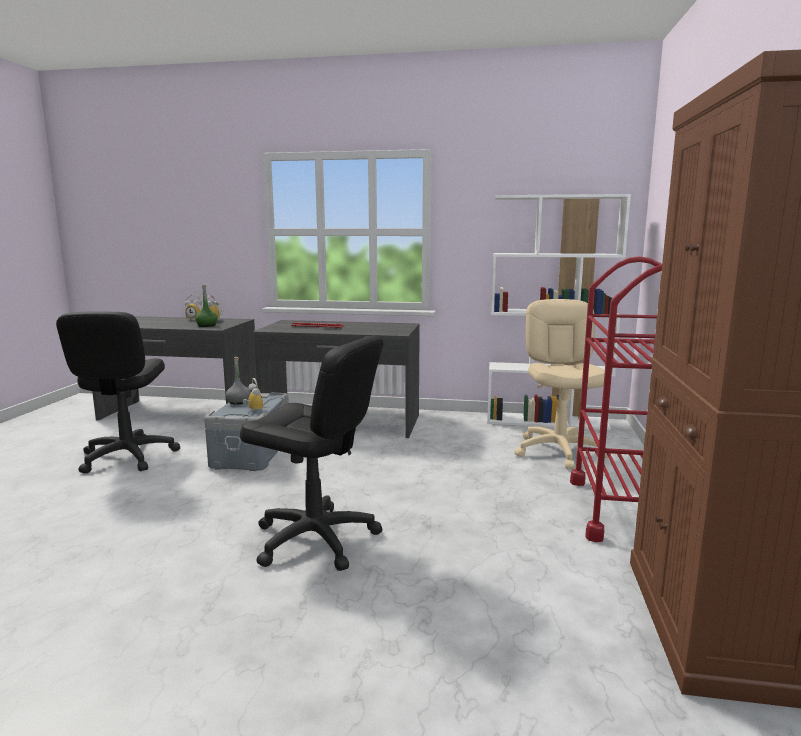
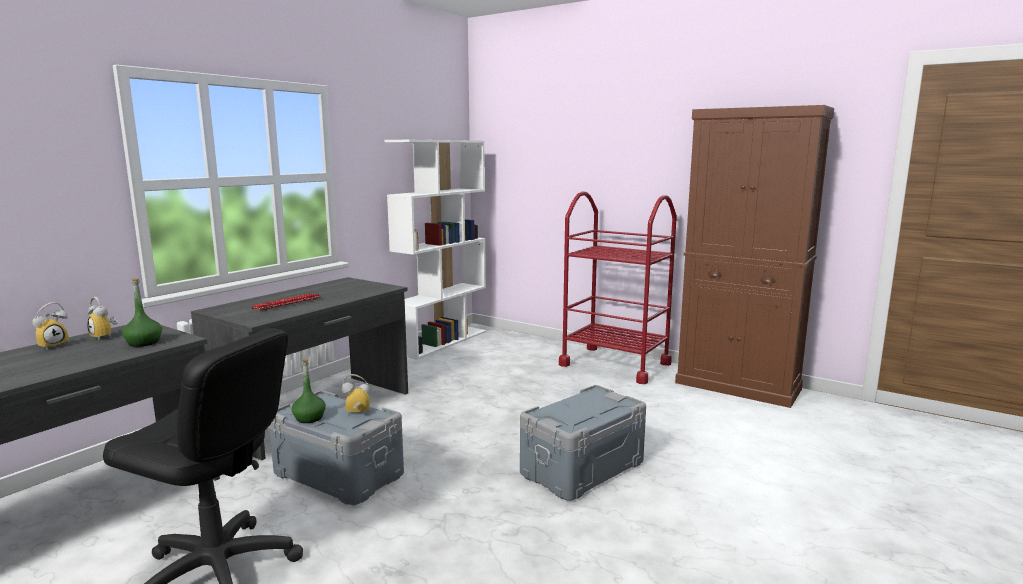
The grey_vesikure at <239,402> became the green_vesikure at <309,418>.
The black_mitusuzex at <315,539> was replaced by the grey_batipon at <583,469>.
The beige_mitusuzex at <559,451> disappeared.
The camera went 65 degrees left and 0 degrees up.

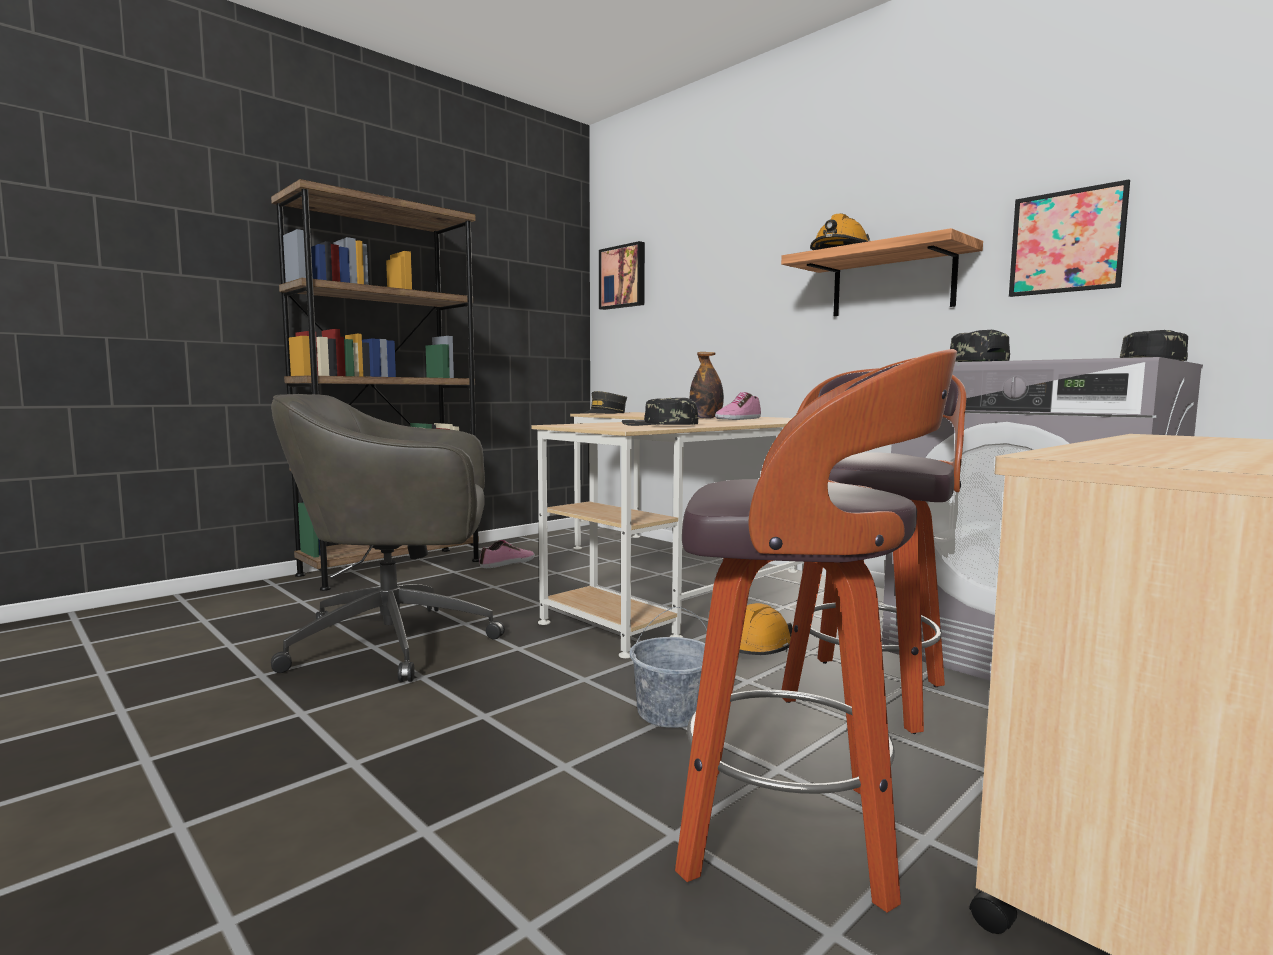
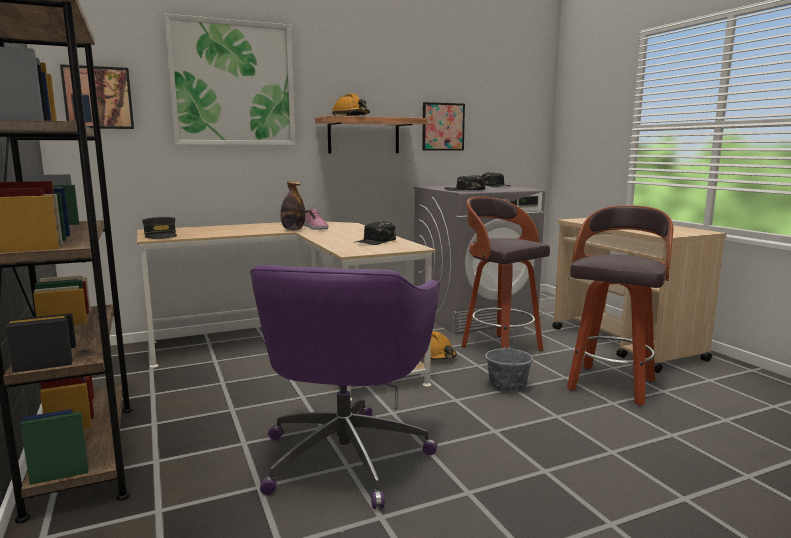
The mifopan at <233,84> appeared.
The grey_mitusuzex at <399,642> became the purple_mitusuzex at <347,454>.
The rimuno at <508,563> disappeared.
The camera went 70 degrees left and 5 degrees up.

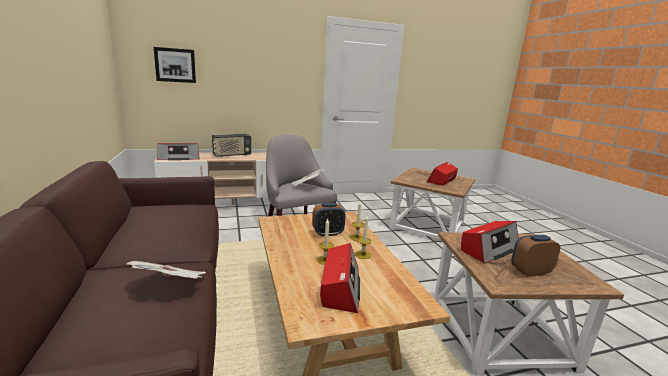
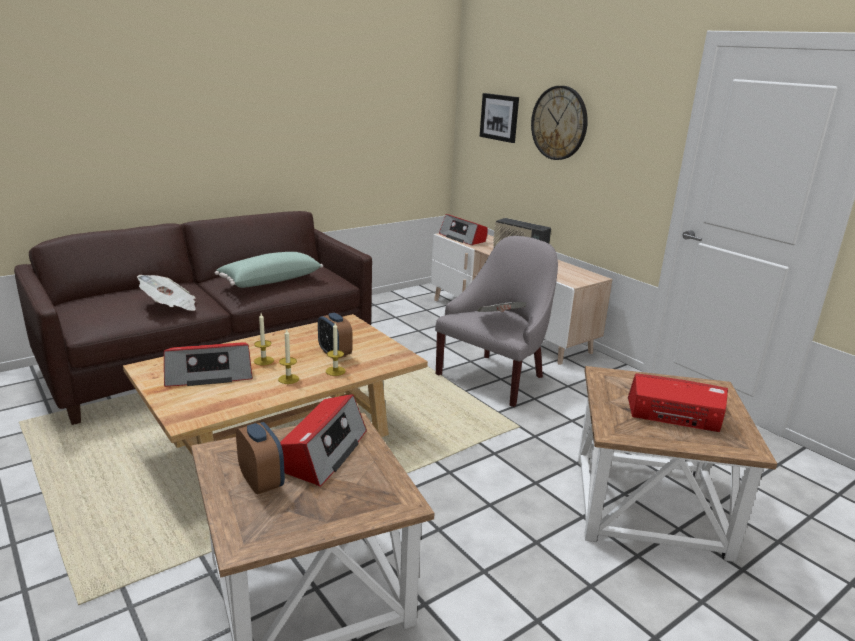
The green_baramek at <270,280> appeared.
The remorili at <489,249> turned 105 degrees counterclockwise.
The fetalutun at <559,123> appeared.
The camera went 70 degrees right and 5 degrees up.

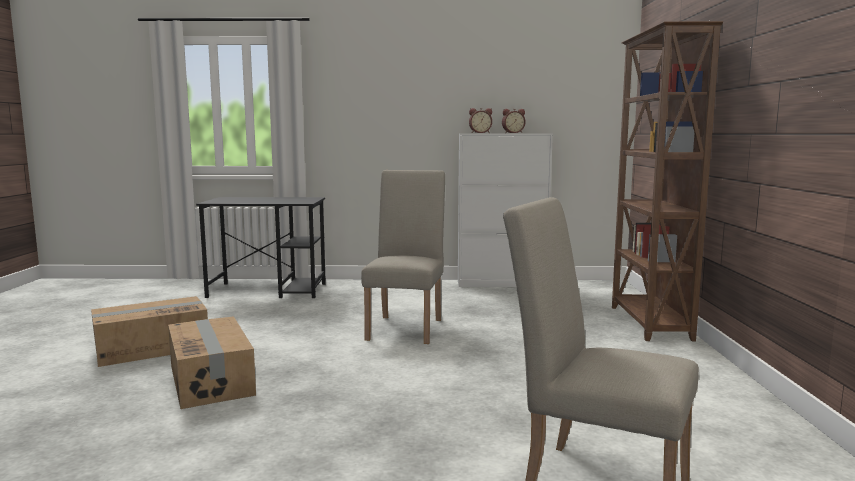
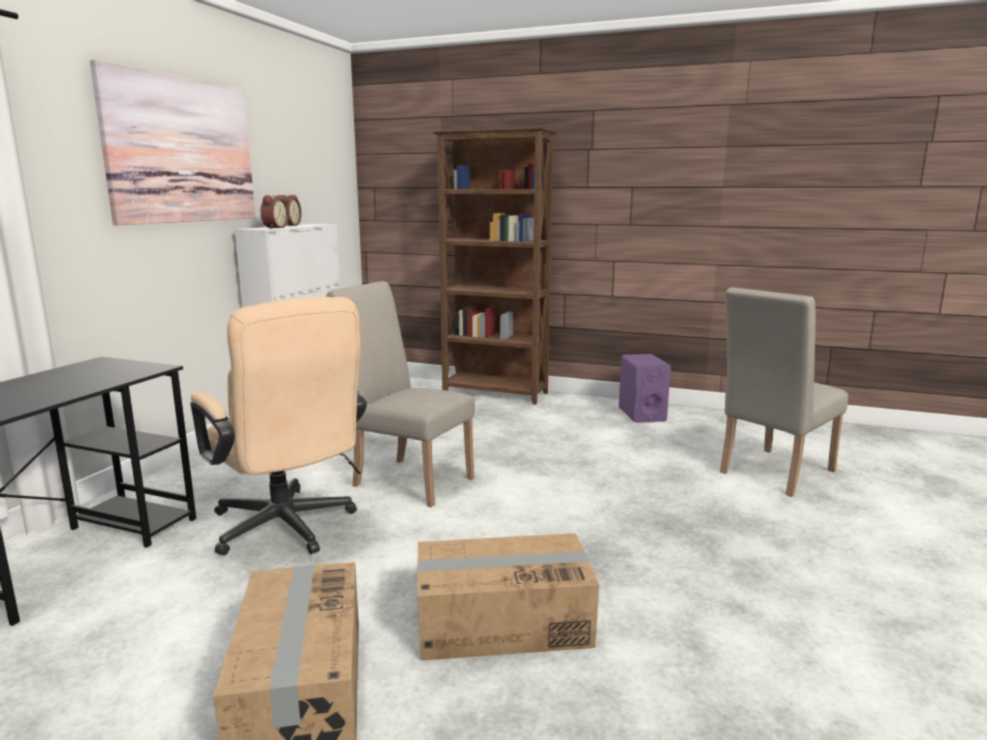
The mifopan at <182,150> appeared.
The beige_mitusuzex at <288,530> appeared.
The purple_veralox at <641,414> appeared.
The camera went 70 degrees left and 5 degrees up.

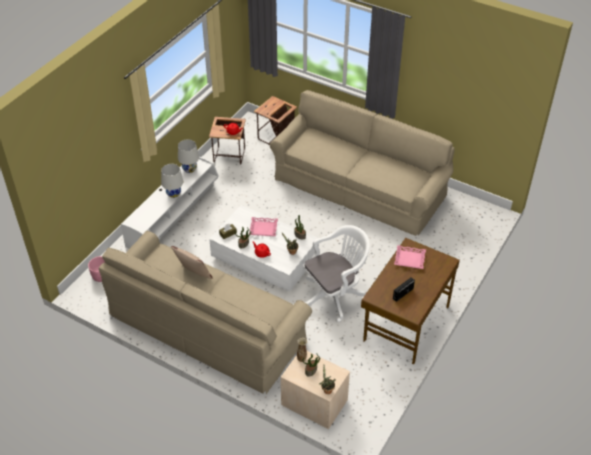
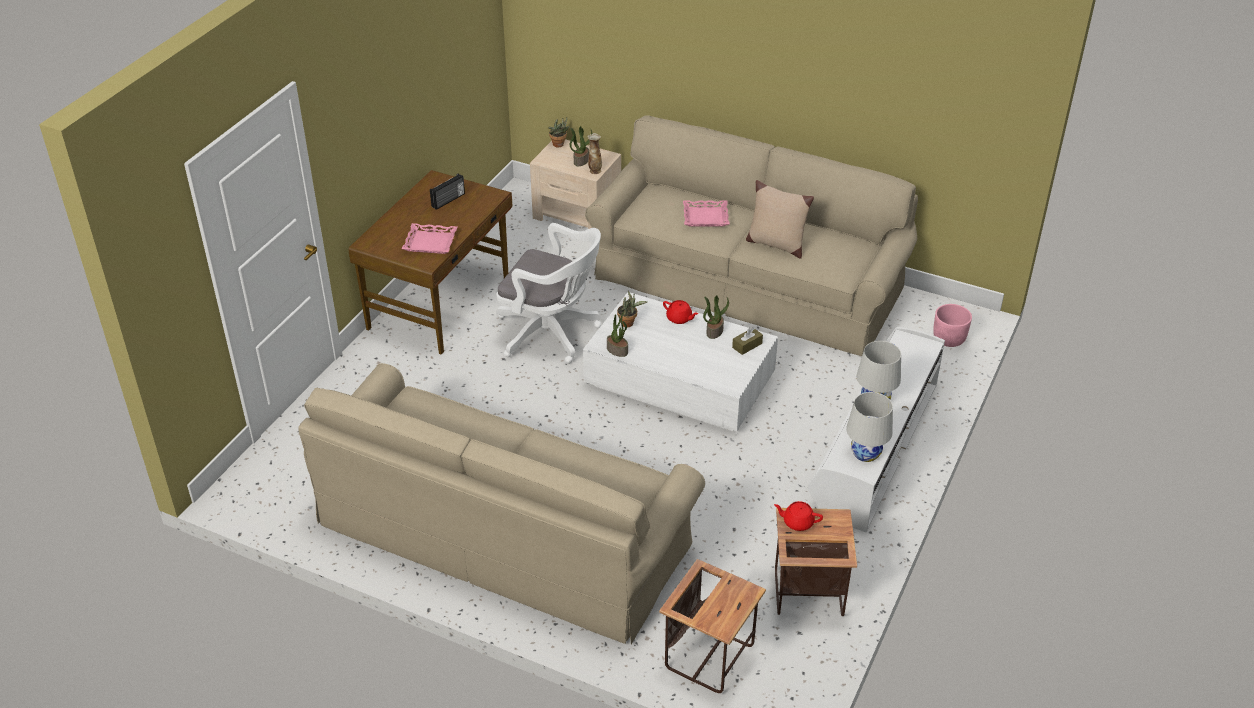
The white_mitusuzex at <335,295> turned 120 degrees counterclockwise.
The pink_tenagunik moved from <263,229> to <705,217>.
The camera went 175 degrees right and 5 degrees down.

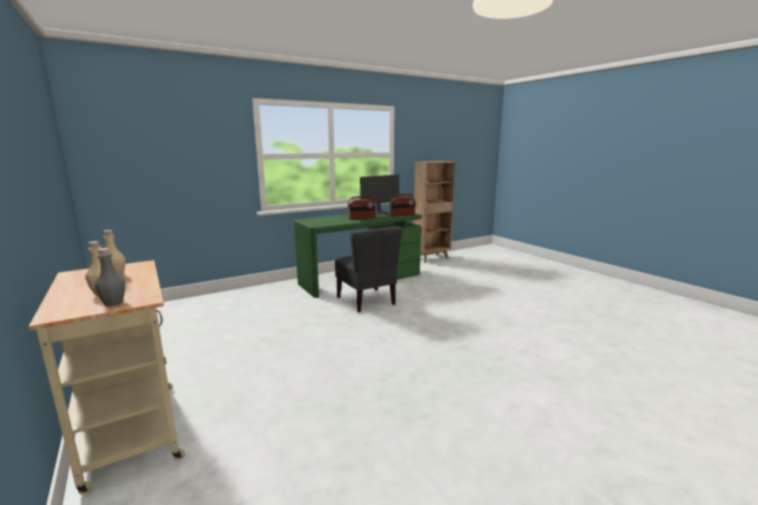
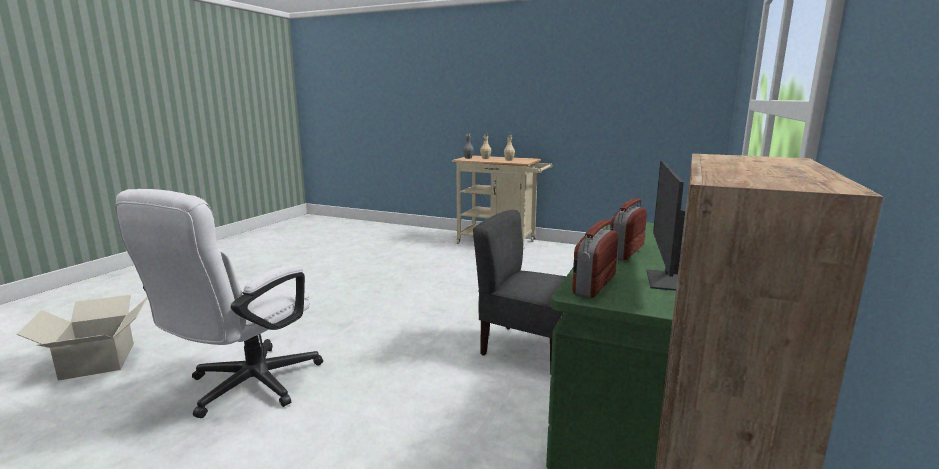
The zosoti at <97,361> appeared.
The white_mitusuzex at <244,388> appeared.
The camera went 145 degrees right and 0 degrees up.

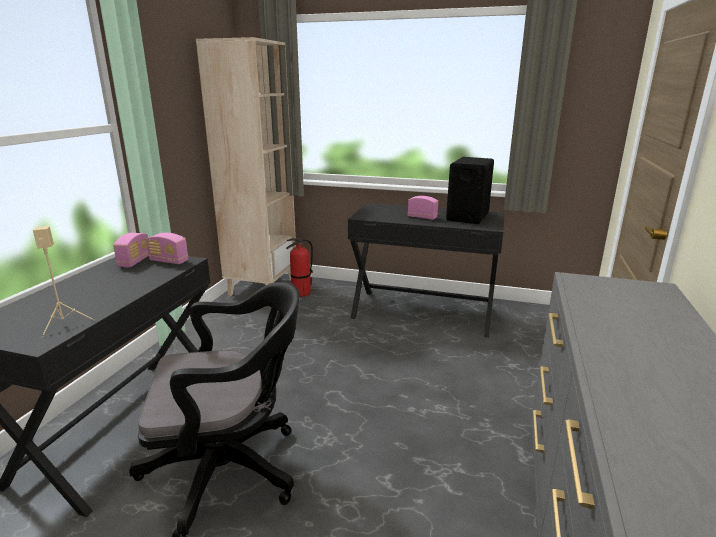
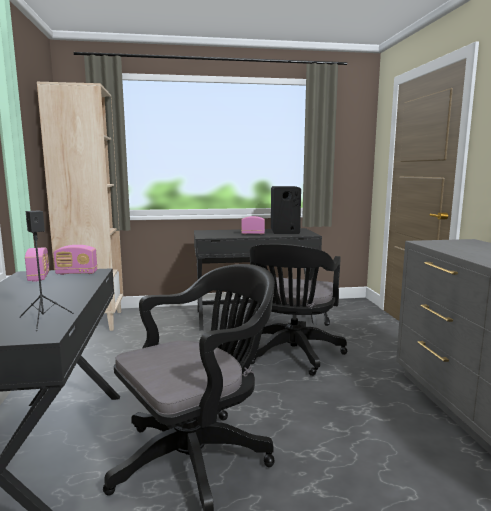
The beige_veralox at <63,324> became the black_veralox at <43,320>.
The black_mitusuzex at <292,355> appeared.
The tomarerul at <301,293> disappeared.
The camera went 25 degrees left and 10 degrees down.

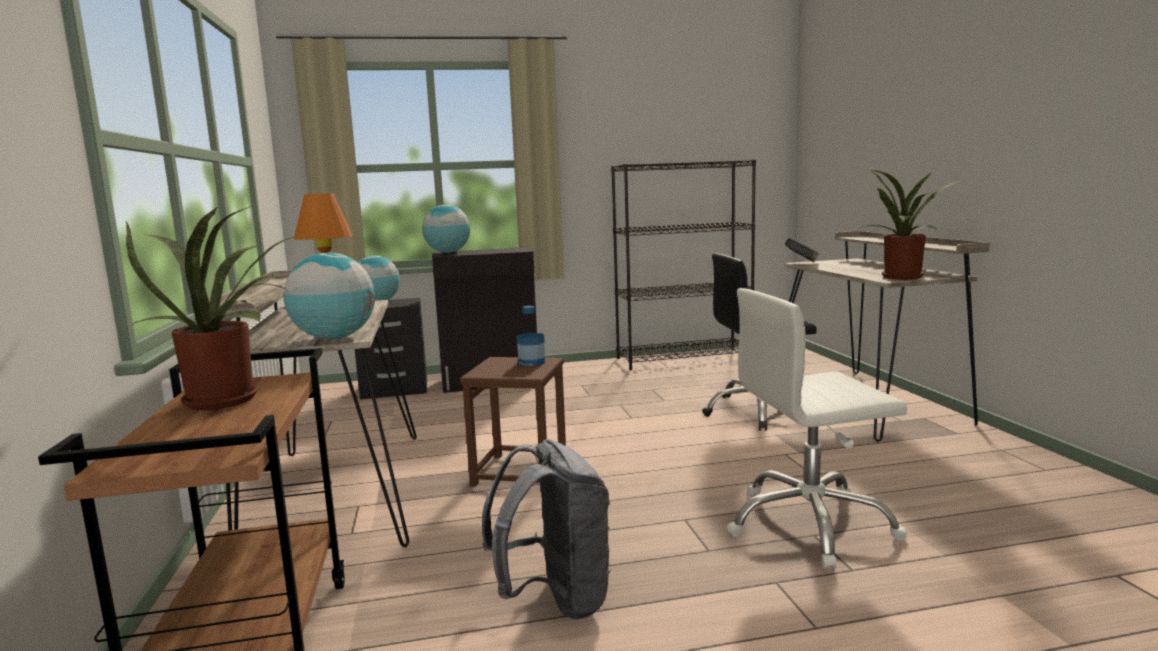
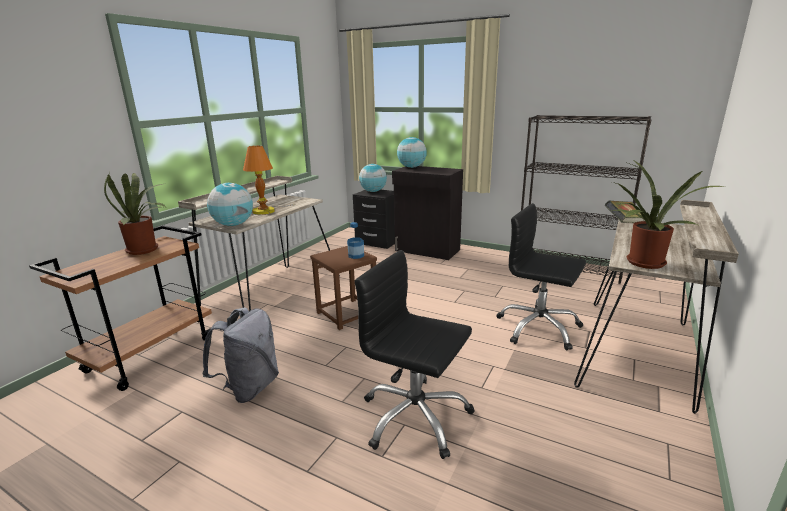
The white_mitusuzex at <810,524> became the black_mitusuzex at <415,417>.
The camera went 40 degrees right and 10 degrees up.

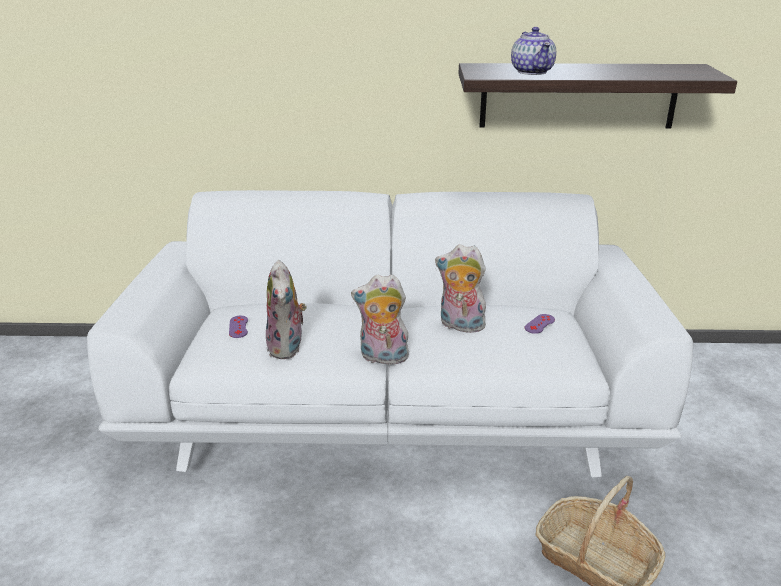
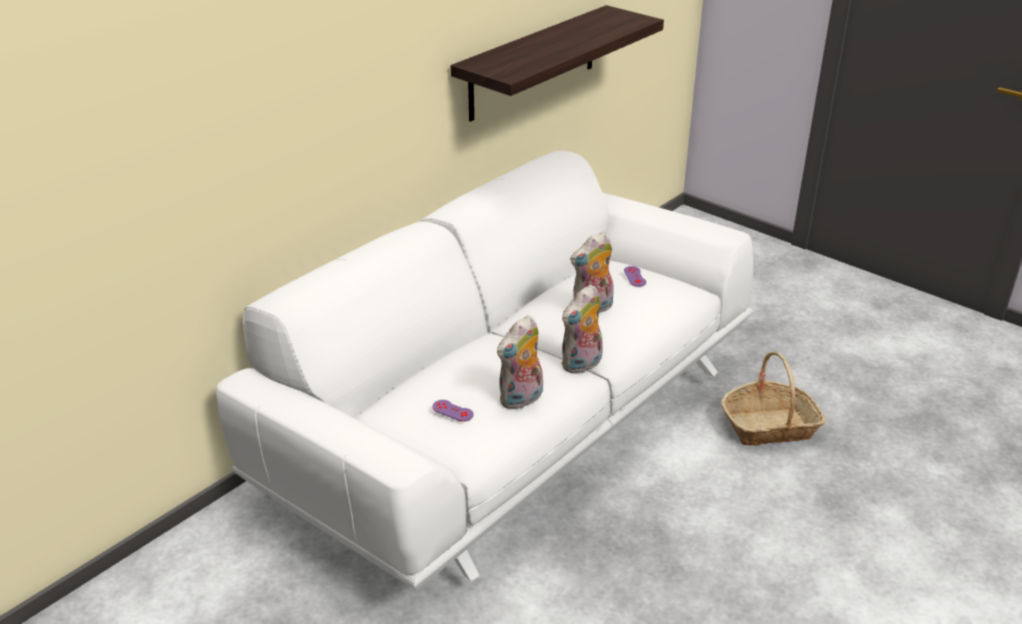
The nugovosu at <288,348> turned 105 degrees clockwise.
The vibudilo at <532,71> disappeared.
The camera went 50 degrees left and 5 degrees up.

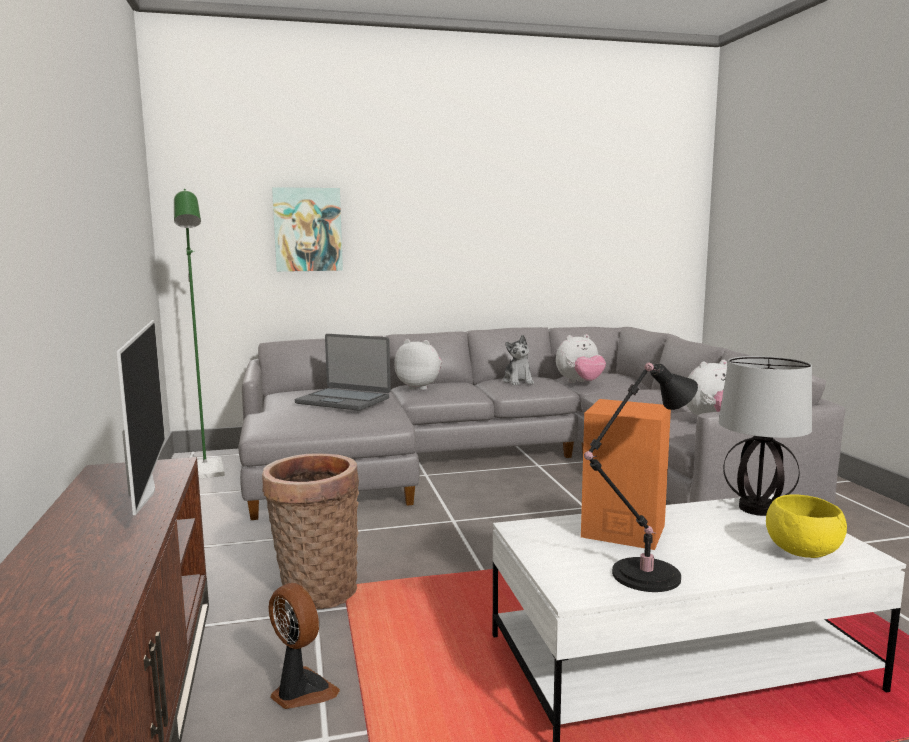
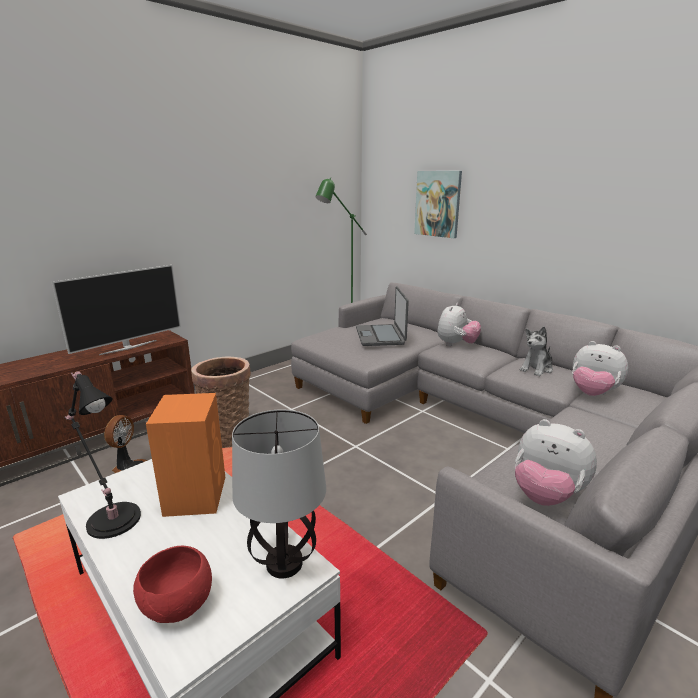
The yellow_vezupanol at <803,552> became the red_vezupanol at <179,606>.
The nugovosu at <420,387> turned 45 degrees clockwise.
The camera went 60 degrees right and 10 degrees up.

